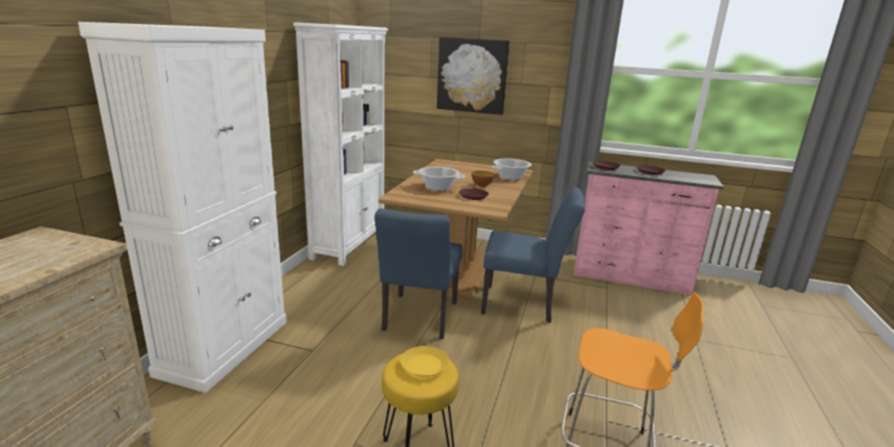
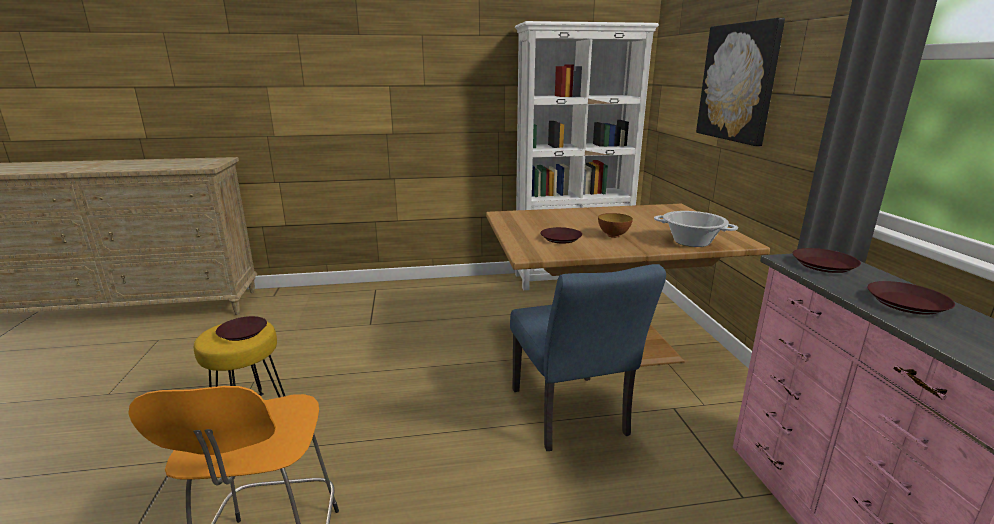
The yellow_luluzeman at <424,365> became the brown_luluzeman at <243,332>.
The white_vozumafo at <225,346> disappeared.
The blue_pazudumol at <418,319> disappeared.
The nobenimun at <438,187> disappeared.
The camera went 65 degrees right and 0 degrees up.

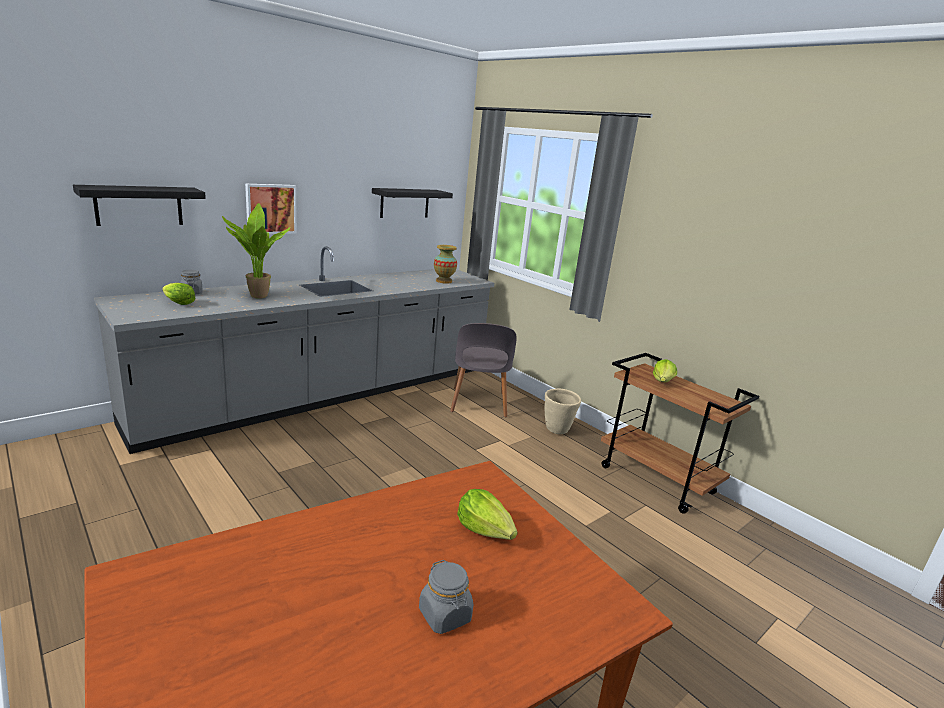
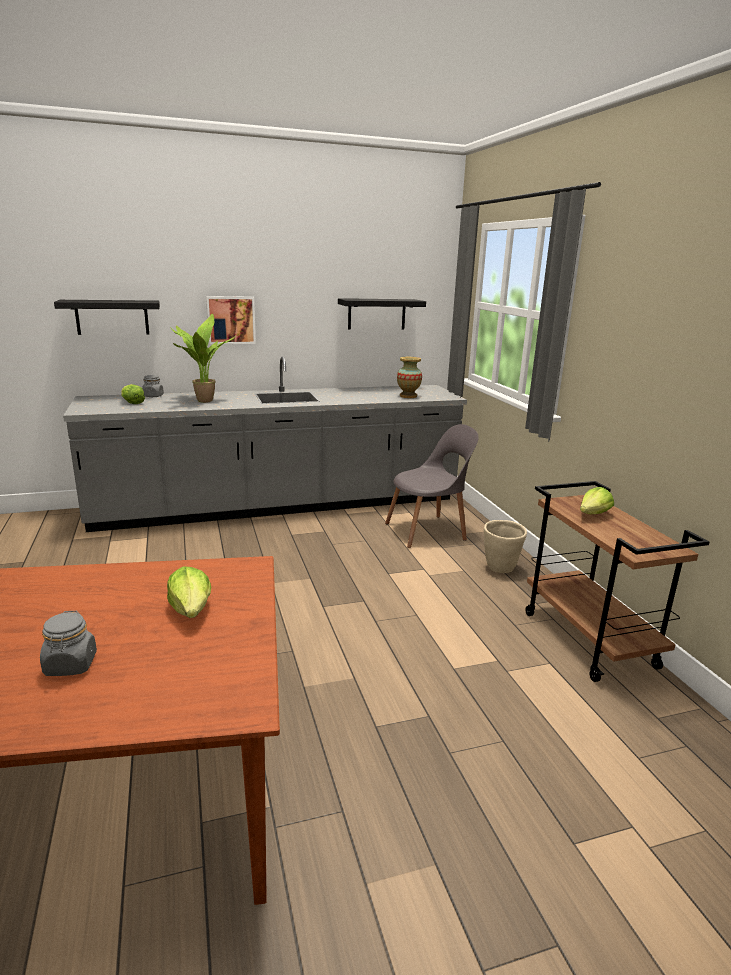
The grey_pazudumol at <478,403> turned 135 degrees counterclockwise.
The camera went 25 degrees right and 0 degrees up.

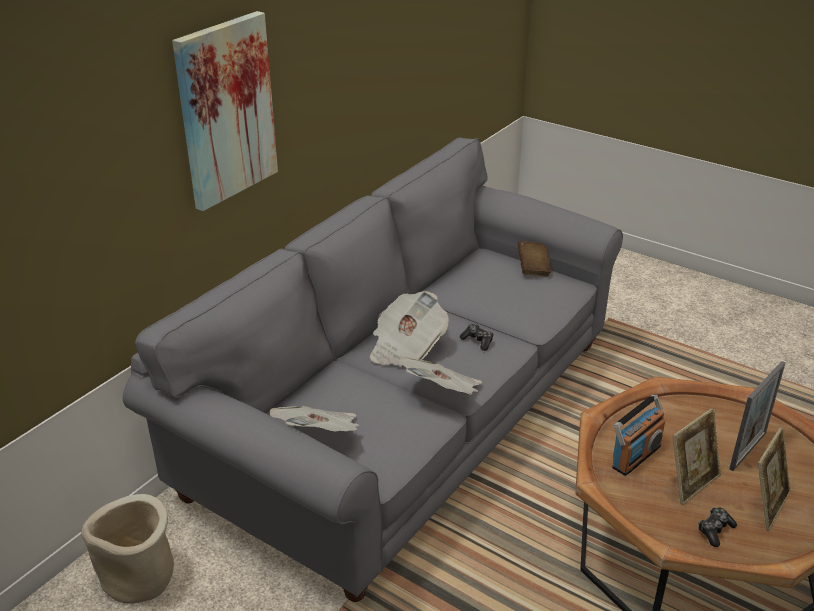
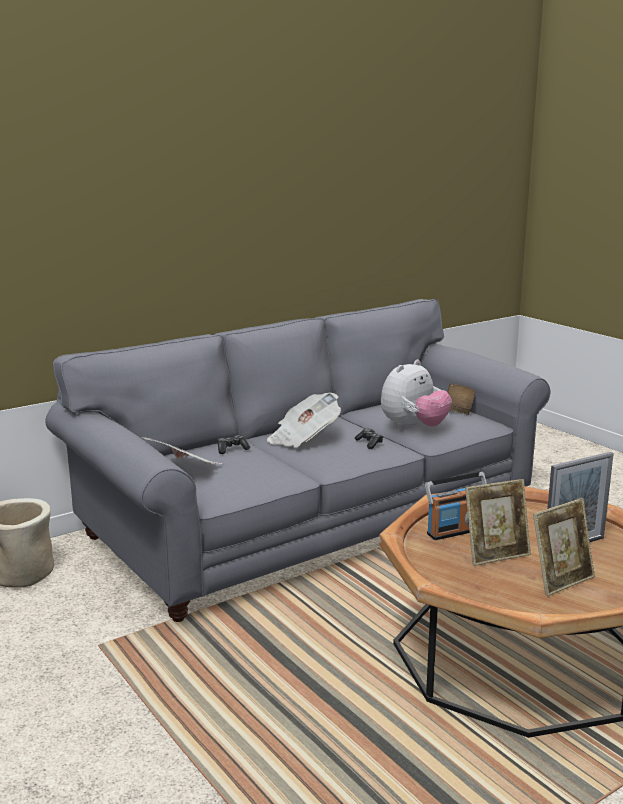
The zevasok moved from <715,530> to <232,449>.
The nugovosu at <413,427> appeared.
The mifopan at <226,110> disappeared.
The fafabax at <442,393> disappeared.
The camera went 20 degrees right and 15 degrees down.

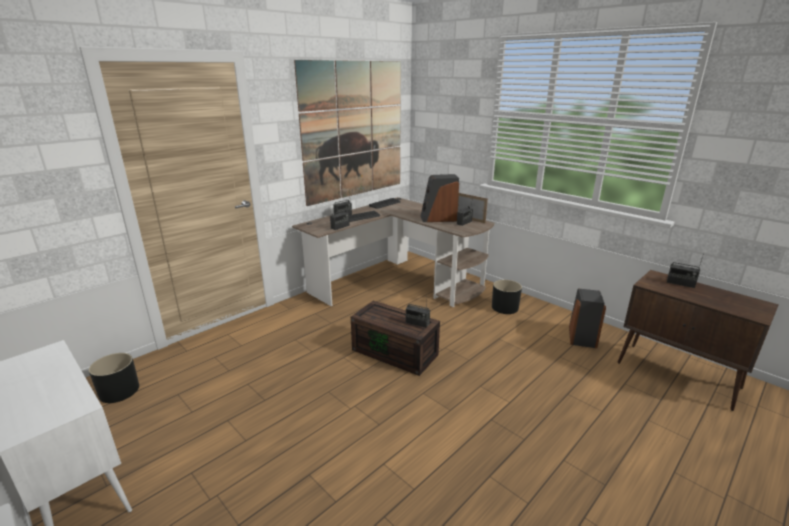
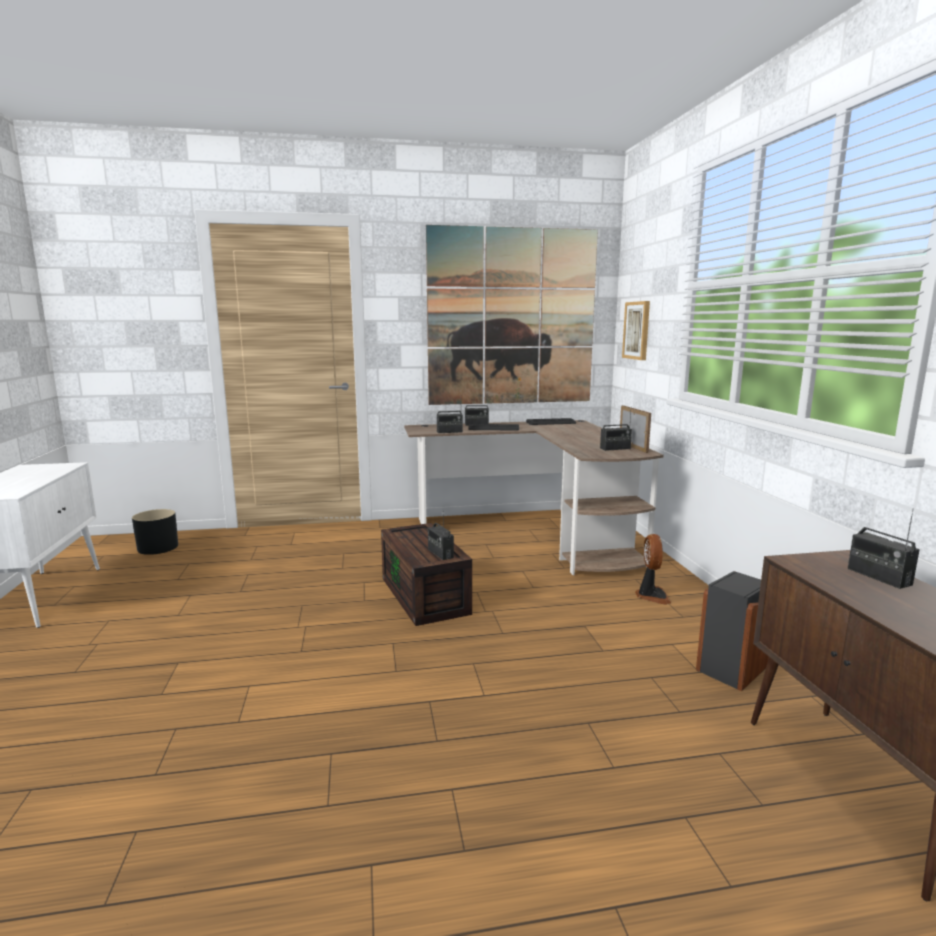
The mifopan at <637,330> appeared.
The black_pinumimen at <504,307> was replaced by the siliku at <651,596>.
The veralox at <438,218> disappeared.
The camera went 35 degrees right and 10 degrees down.

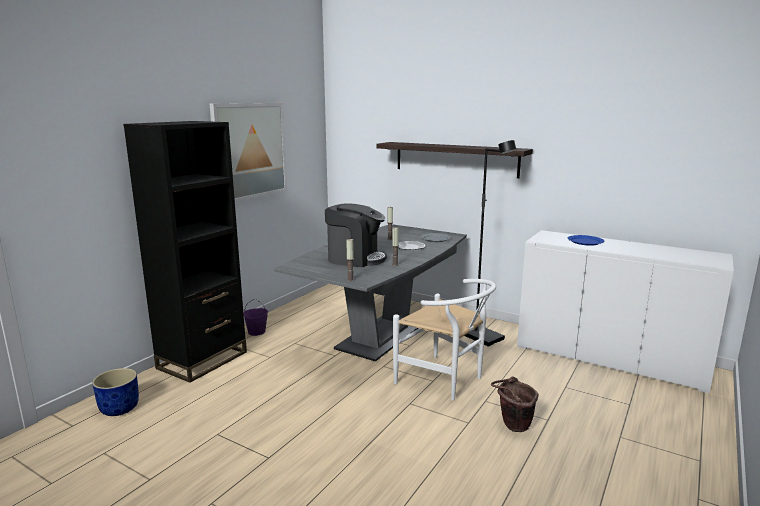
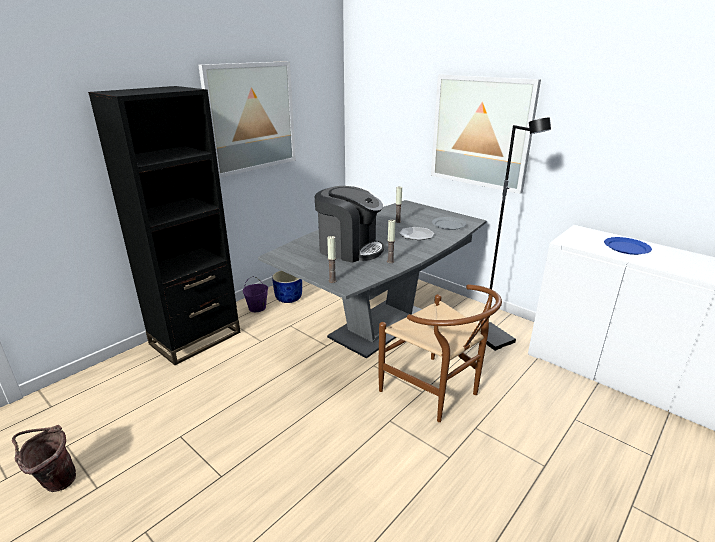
The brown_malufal moved from <512,427> to <55,482>.
The blue_pinumimen moved from <119,408> to <288,298>.
The white_pazudumol at <446,380> became the brown_pazudumol at <437,393>.
The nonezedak at <455,159> was replaced by the mifopan at <481,132>.
The camera went 10 degrees right and 10 degrees up.

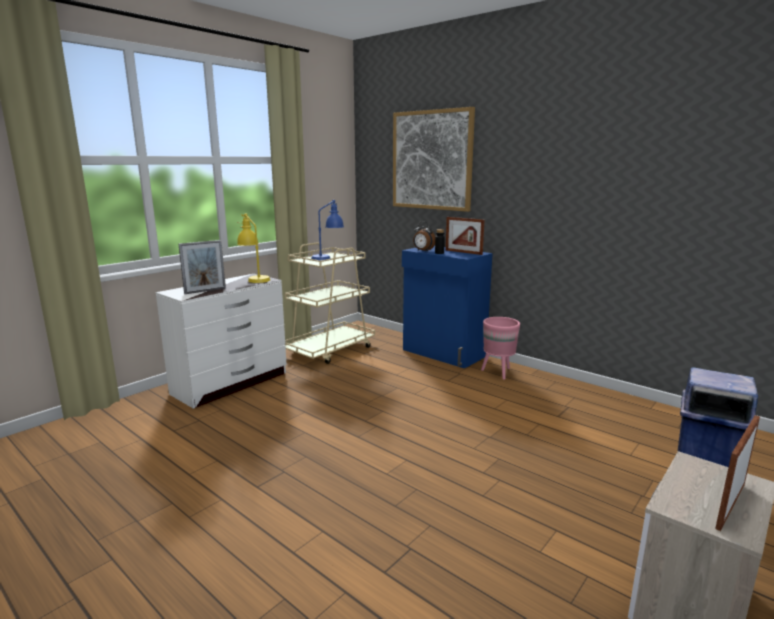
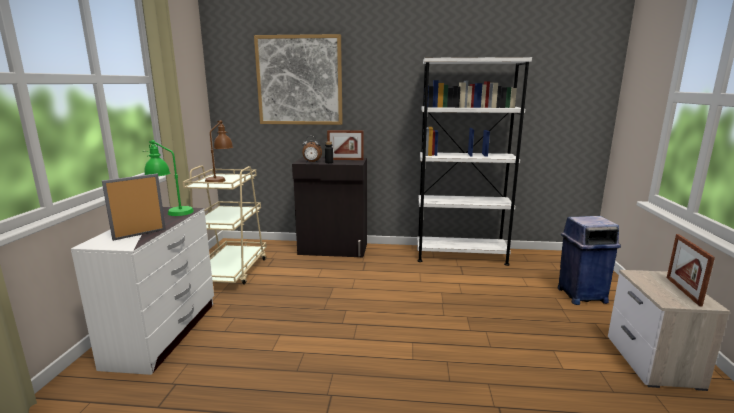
The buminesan at <205,291> turned 150 degrees counterclockwise.
The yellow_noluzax at <254,278> became the green_noluzax at <171,211>.
The blue_noluzax at <328,257> became the brown_noluzax at <220,179>.
The blue_vozumafo at <443,353> became the black_vozumafo at <333,249>.
The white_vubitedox at <460,256> appeared.
The pink_pinumimen at <497,372> disappeared.
The camera went 35 degrees left and 0 degrees up.

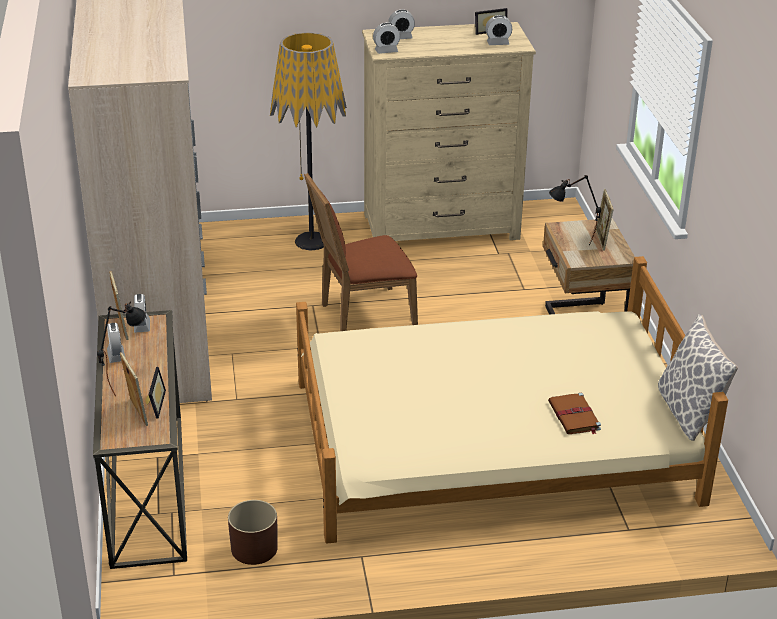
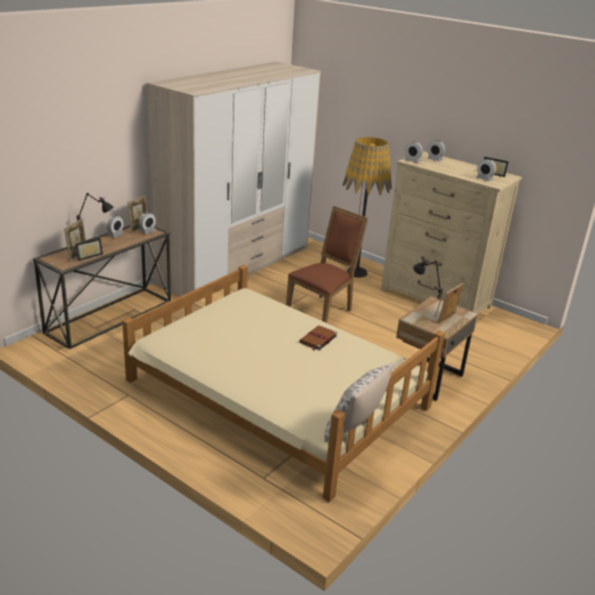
The brown_pazudumol at <362,314> turned 105 degrees clockwise.
The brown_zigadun moved from <574,416> to <318,339>.
The brown_pinumimen at <254,549> disappeared.
The camera went 45 degrees right and 5 degrees down.

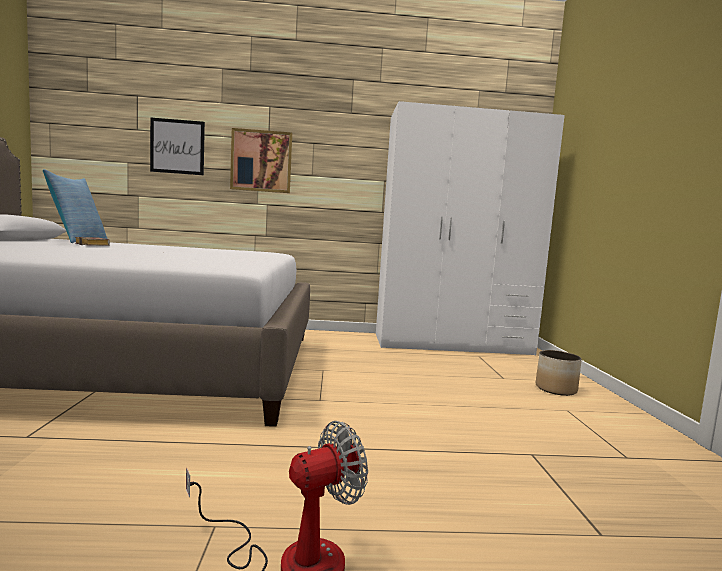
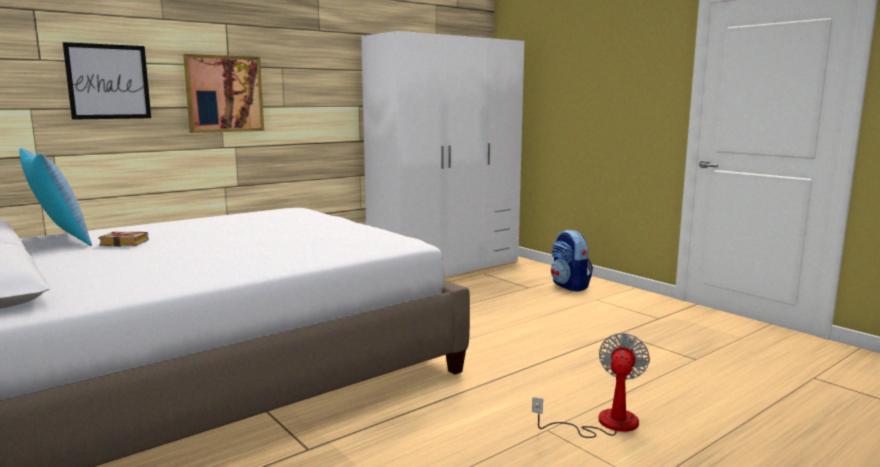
The pinumimen at <556,389> was replaced by the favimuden at <570,286>.
The camera went 35 degrees left and 5 degrees up.

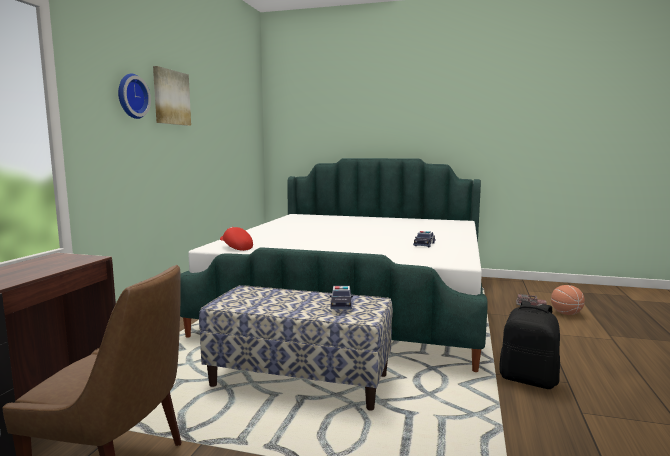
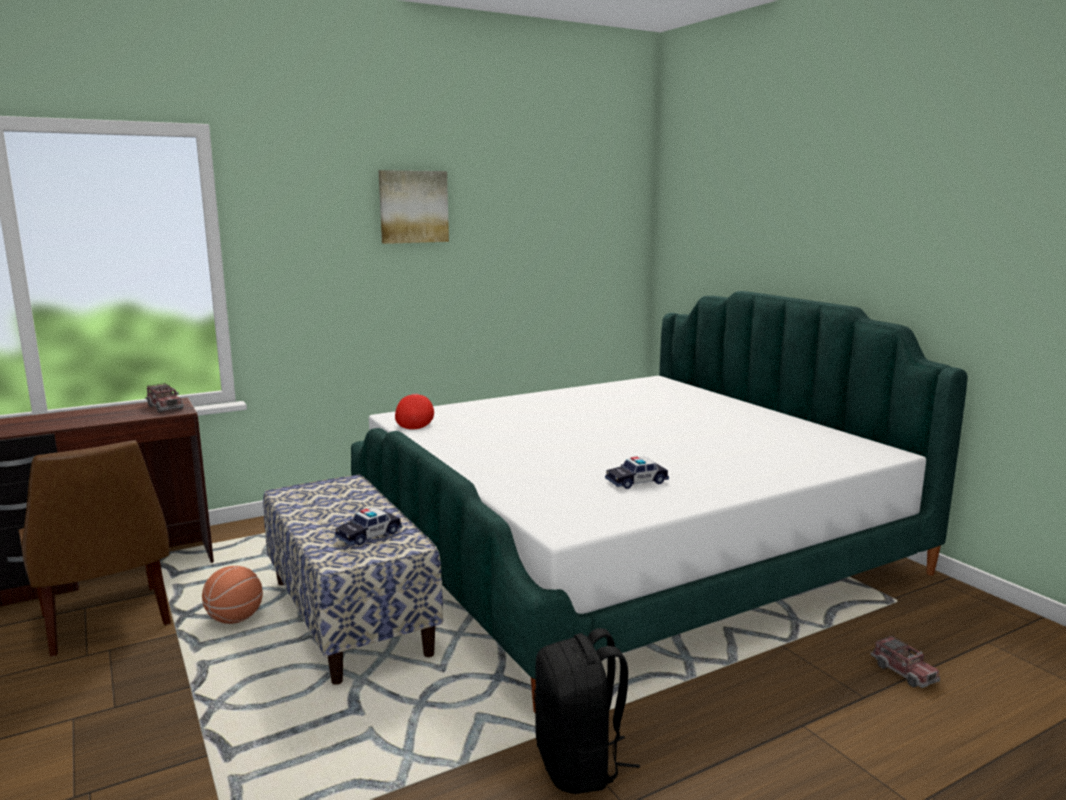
The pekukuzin at <165,407> appeared.
The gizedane moved from <566,313> to <235,619>.
The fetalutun at <131,96> disappeared.
The camera went 45 degrees right and 5 degrees up.

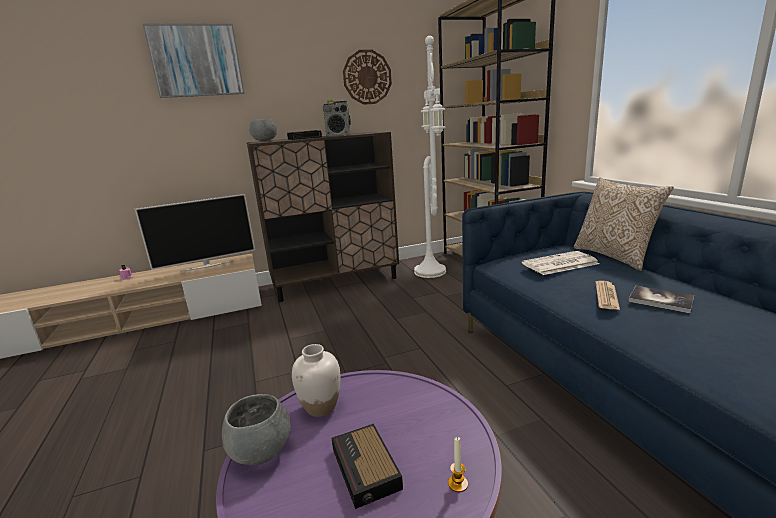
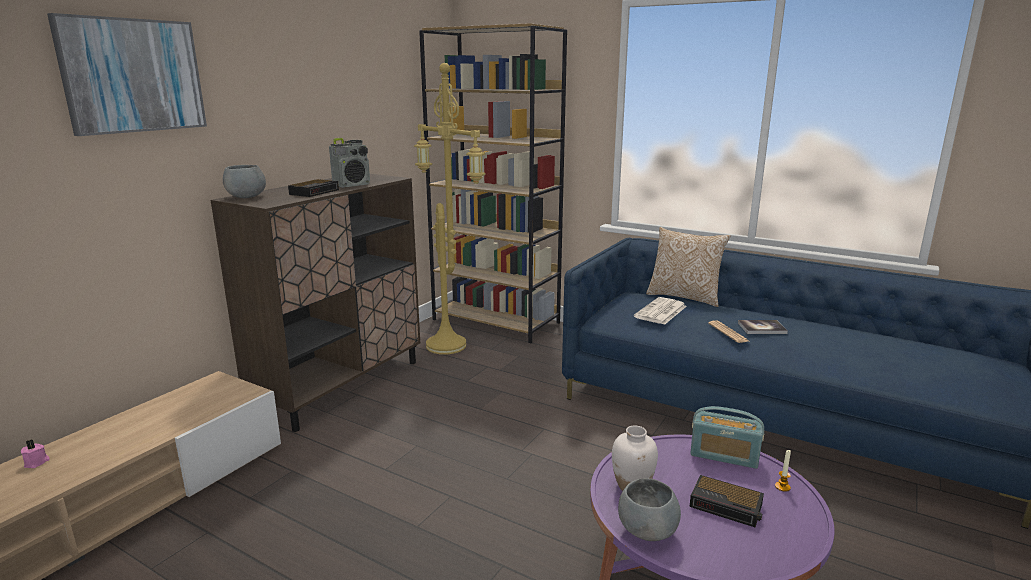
The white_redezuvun at <432,272> became the yellow_redezuvun at <449,345>.
The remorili at <724,455> appeared.
The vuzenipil at <207,266> disappeared.
The fetalutun at <367,77> disappeared.
The camera went 40 degrees left and 0 degrees up.

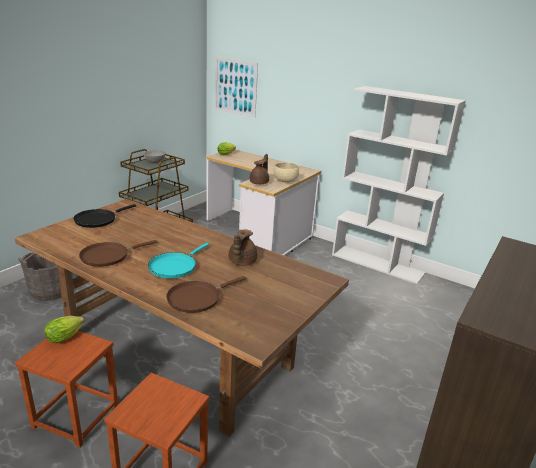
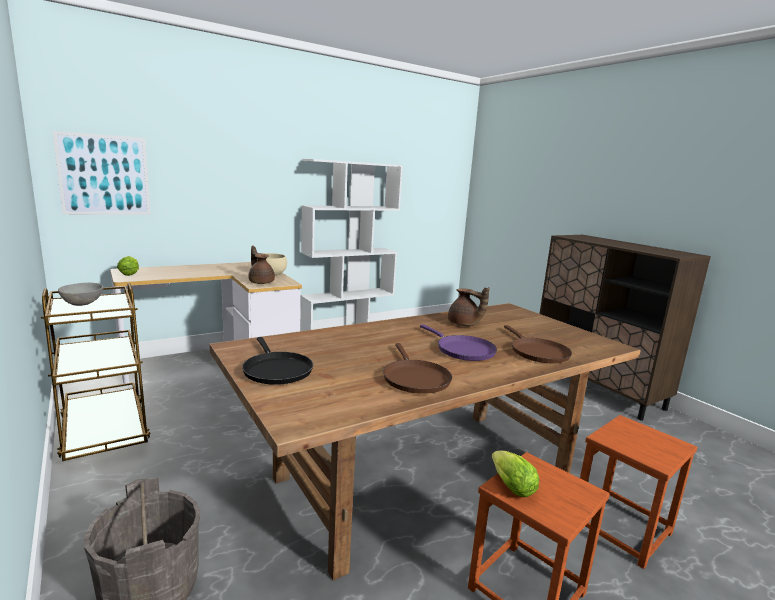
The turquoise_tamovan at <175,266> became the purple_tamovan at <462,350>.
The camera went 65 degrees left and 10 degrees down.

